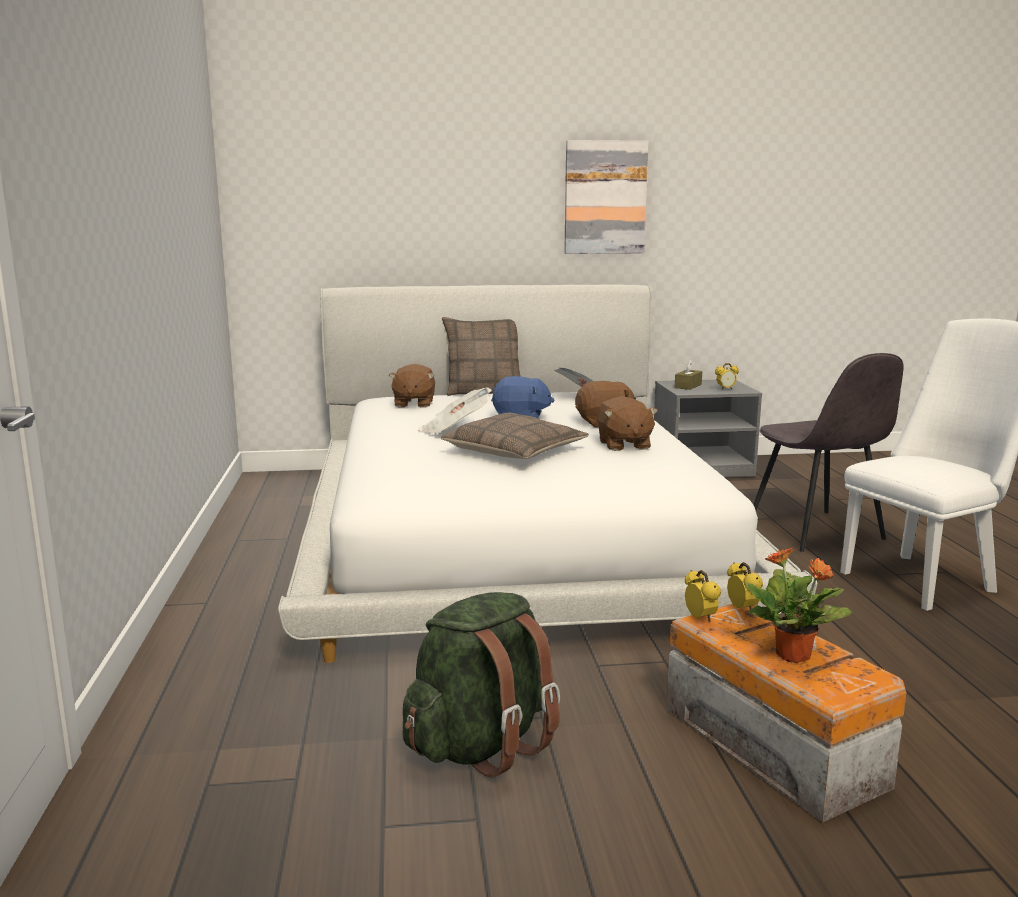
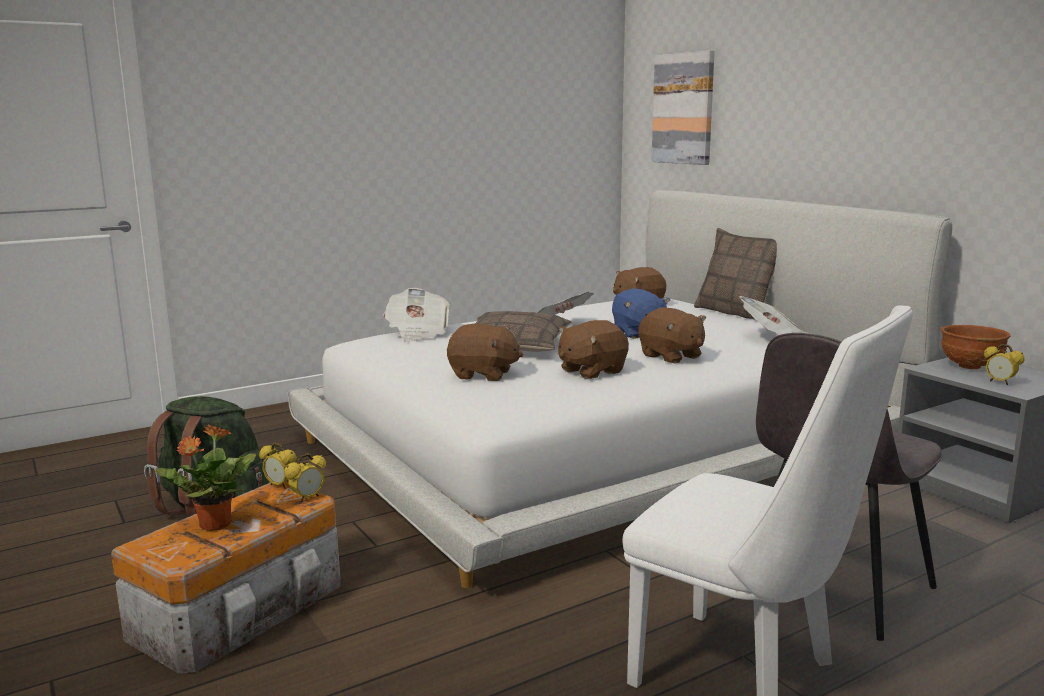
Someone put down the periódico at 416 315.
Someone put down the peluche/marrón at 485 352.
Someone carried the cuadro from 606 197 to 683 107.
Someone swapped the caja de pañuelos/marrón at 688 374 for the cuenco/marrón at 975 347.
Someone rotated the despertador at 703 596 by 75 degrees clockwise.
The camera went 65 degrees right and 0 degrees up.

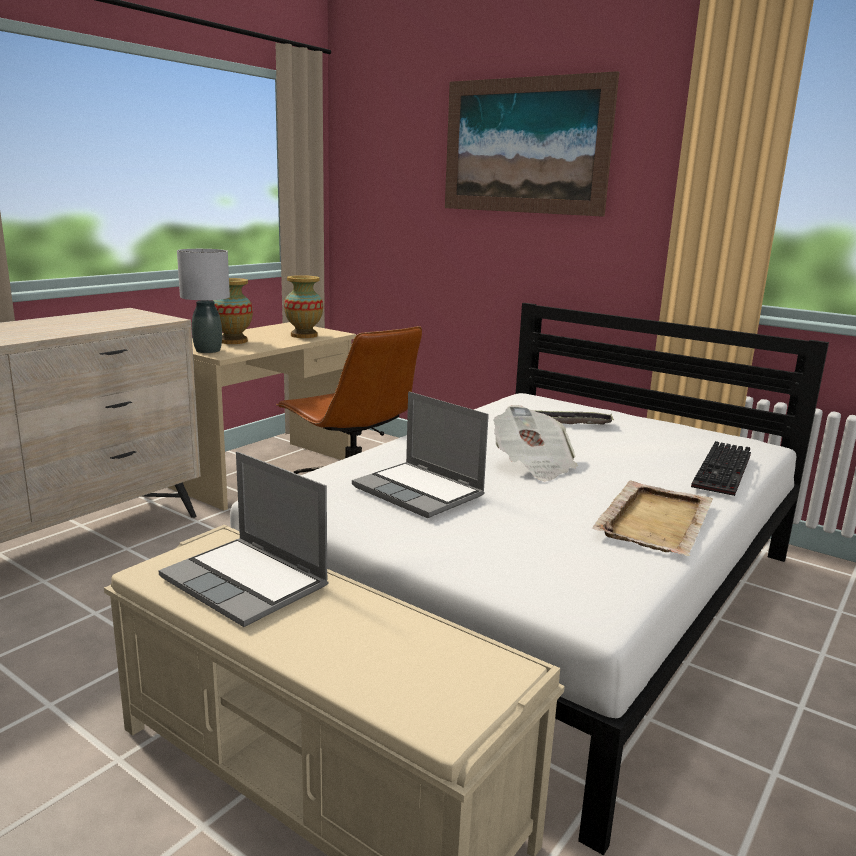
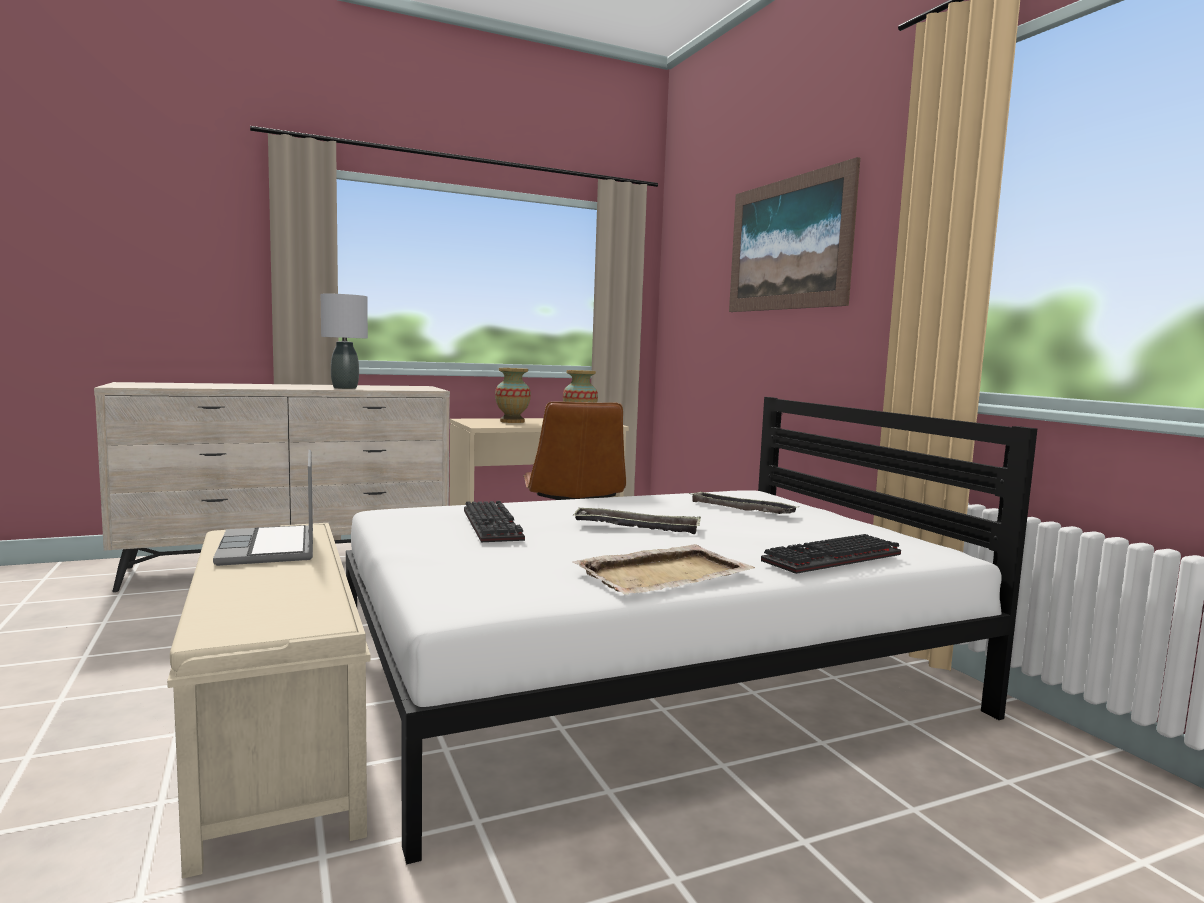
Someone carried the lámpara de mesa/gris from 203 301 to 344 341.
Someone swapped the portátil at 420 454 for the teclado at 494 521.
Someone swapped the periódico at 535 443 for the bandeja at 637 521.
The camera went 30 degrees right and 10 degrees down.

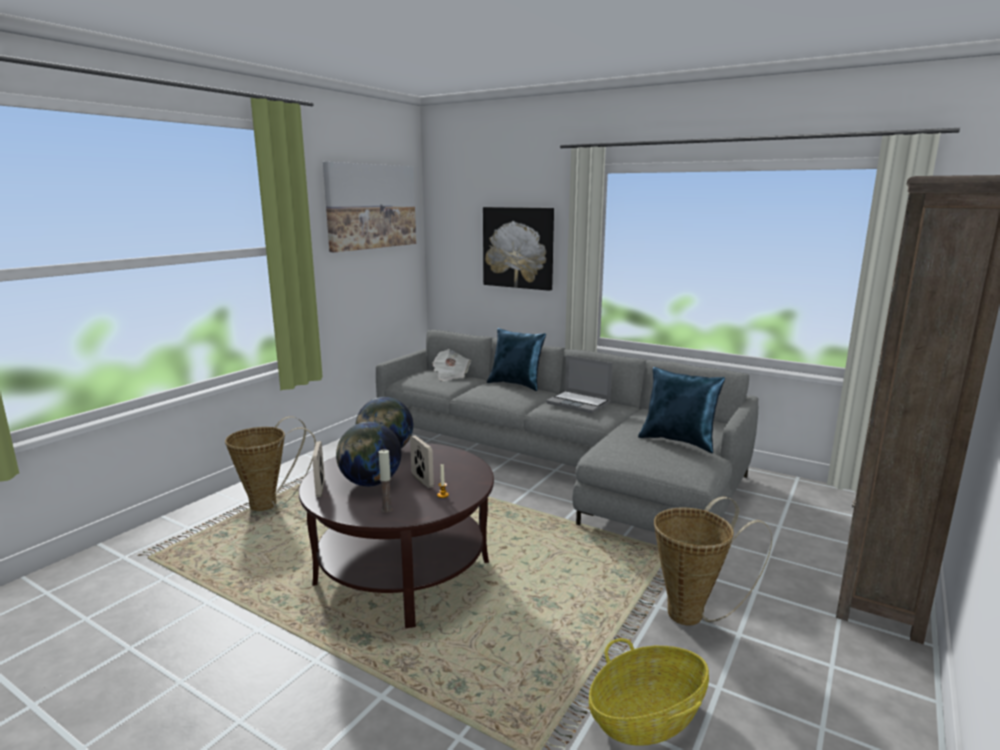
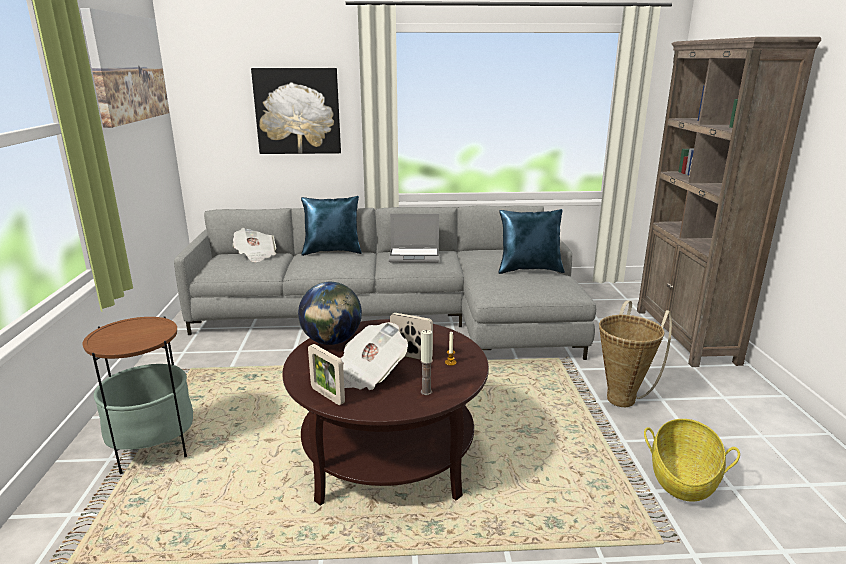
Someone swapped the cesta at 270 463 for the mesa auxiliar at 137 395.
Someone swapped the globo terráqueo at 368 454 for the periódico at 374 356.
The camera went 35 degrees left and 5 degrees up.

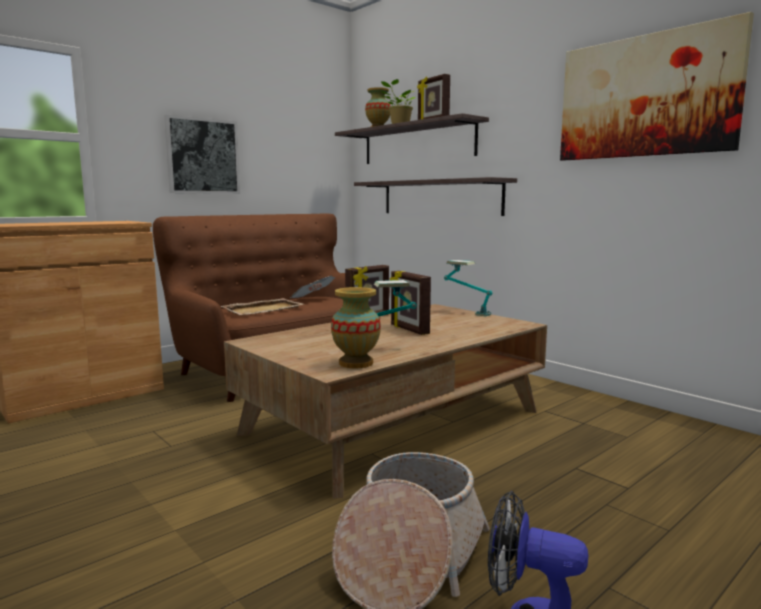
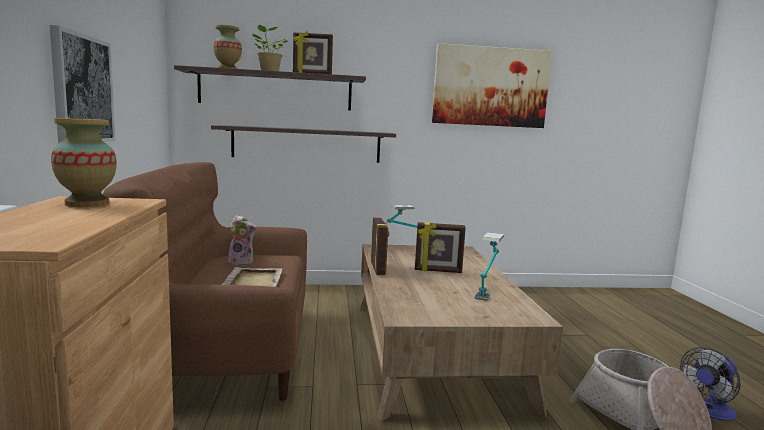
Someone carried the florero from 356 327 to 83 162.
Someone swapped the periódico at 312 287 for the peluche at 242 240.
The camera went 55 degrees left and 0 degrees up.

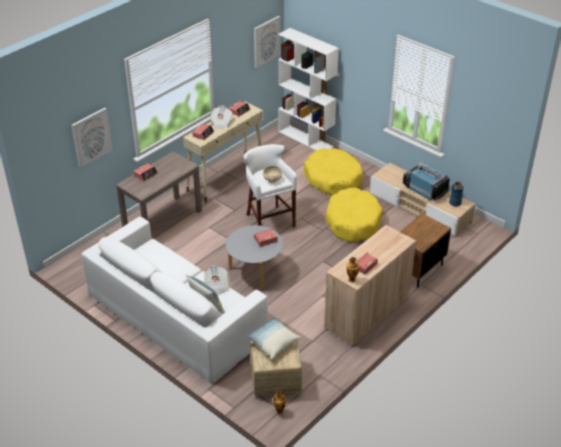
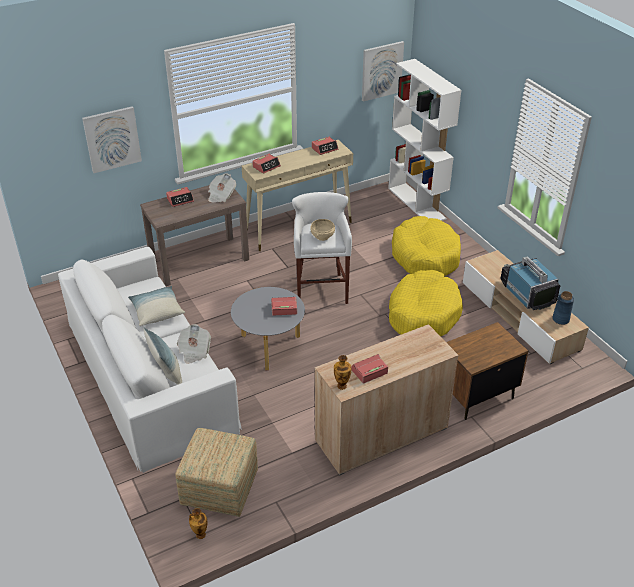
Someone carried the periódico from 221 117 to 222 187.
Someone carried the cojín from 273 338 to 156 306.
The camera went 20 degrees right and 0 degrees up.

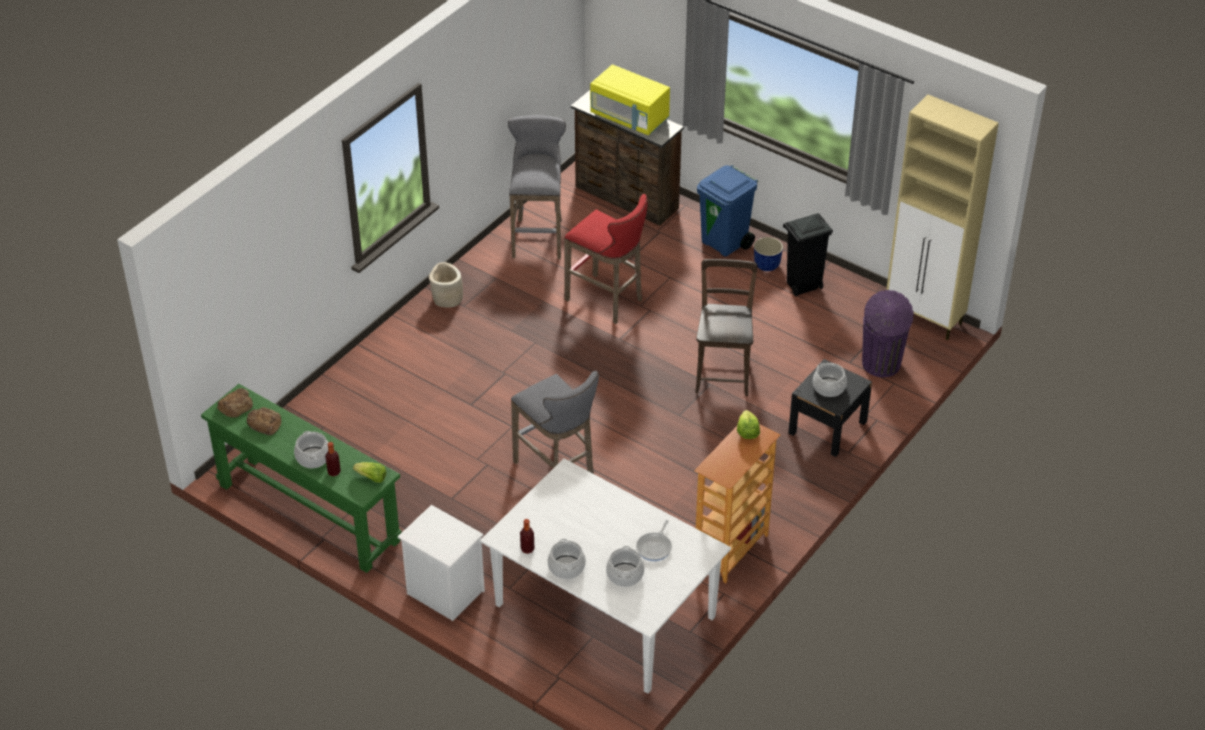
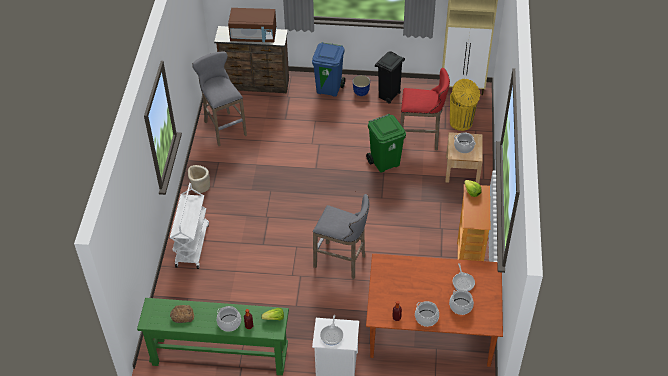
Someone took away the pan at 235 402.
Someone put down the carrito/blanco at 189 226.
Someone put down the sartén at 331 330.
Someone carried the taburete/rojo from 606 259 to 425 109.
Someone swapped the silla/marrón at 726 327 for the papelera/verde at 386 143.
Someone repainted the mesa de comedor/blanco at 605 576, which became the mesa de comedor/marrón at 434 310.
Someone repainted the microondas/amarillo at 630 99, which became the microondas/marrón at 252 25.
Someone repainted the mesita de noche/negro at 830 408, which became the mesita de noche/beis at 464 158.
Someone repainted the papelera/morado at 888 333, which became the papelera/amarillo at 465 105.
The camera went 30 degrees left and 5 degrees up.

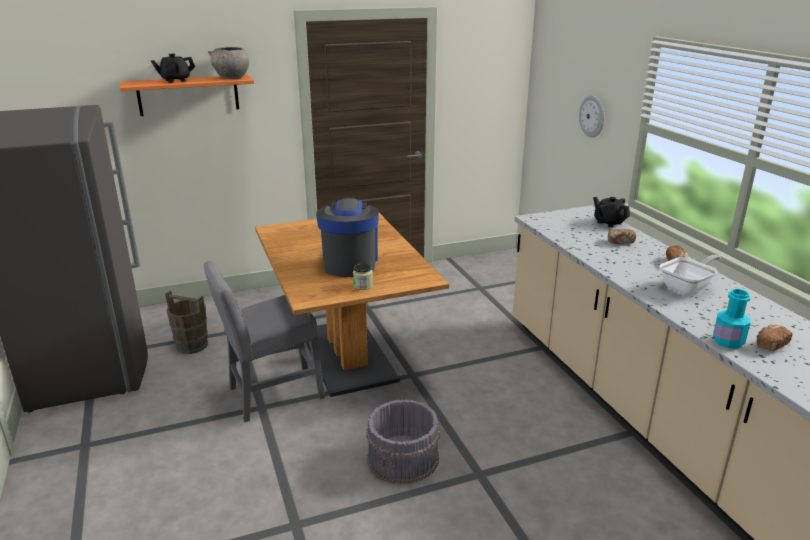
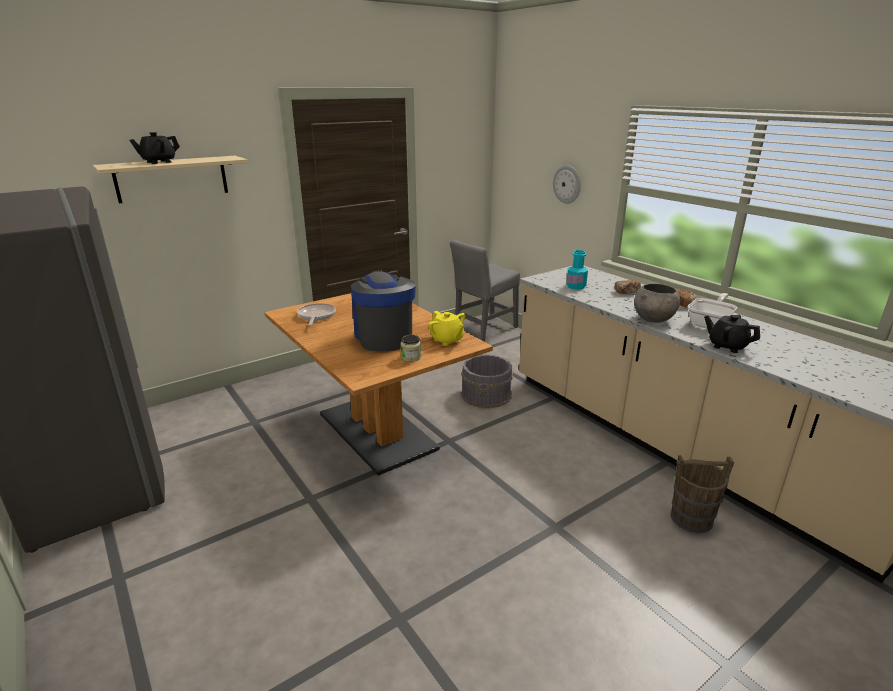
Someone took away the pan at 774 337.
Someone put down the sartén at 316 314.
Someone put down the tetera/amarillo at 447 328.
Someone carried the cubo/marrón from 186 322 to 702 494.
Someone carried the silla/gris from 264 341 to 485 290.
Someone carried the cuenco/gris from 228 63 to 657 303.
Someone carried the cubo/gris from 403 441 to 487 381.
Someone carried the tetera/negro from 611 212 to 732 333.
Someone carried the botella/turquesa from 732 319 to 577 270.
Someone repainted the estante/naranja at 187 95, which became the estante/beis at 170 180.
The camera went 15 degrees left and 0 degrees up.

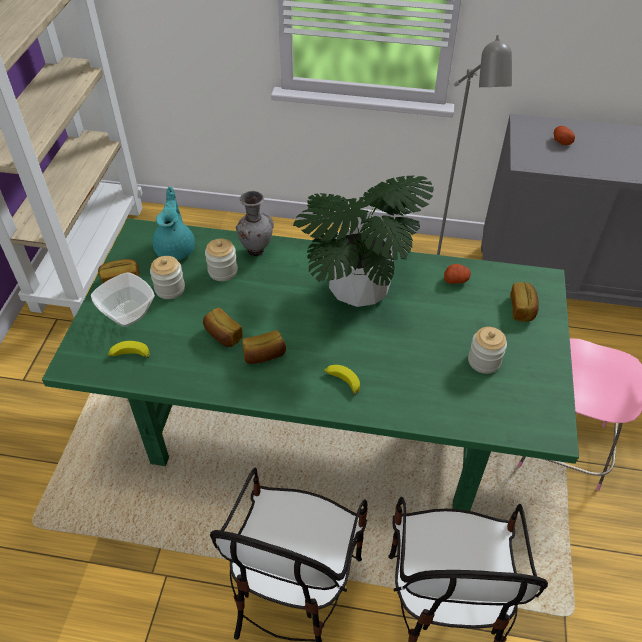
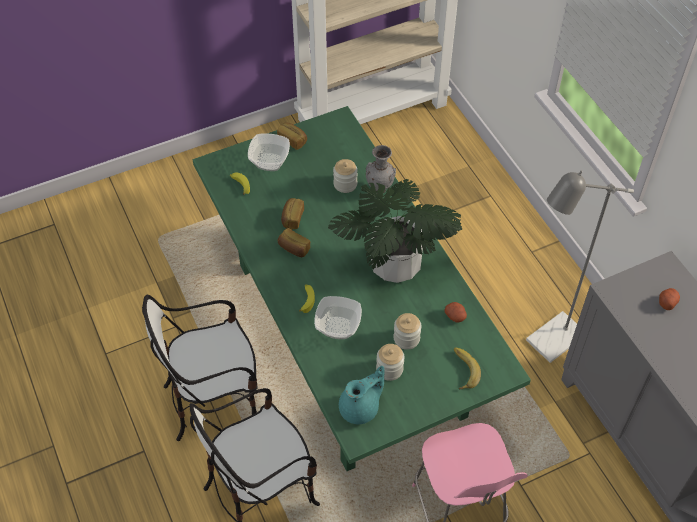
Someone put down the cuenco at 338 317.
Someone carried the tarro from 167 277 to 408 331.
Someone carried the tetera/turquesa from 173 223 to 362 395.
Someone swapped the pan at 524 302 for the plátano at 467 368.
The camera went 55 degrees right and 5 degrees up.

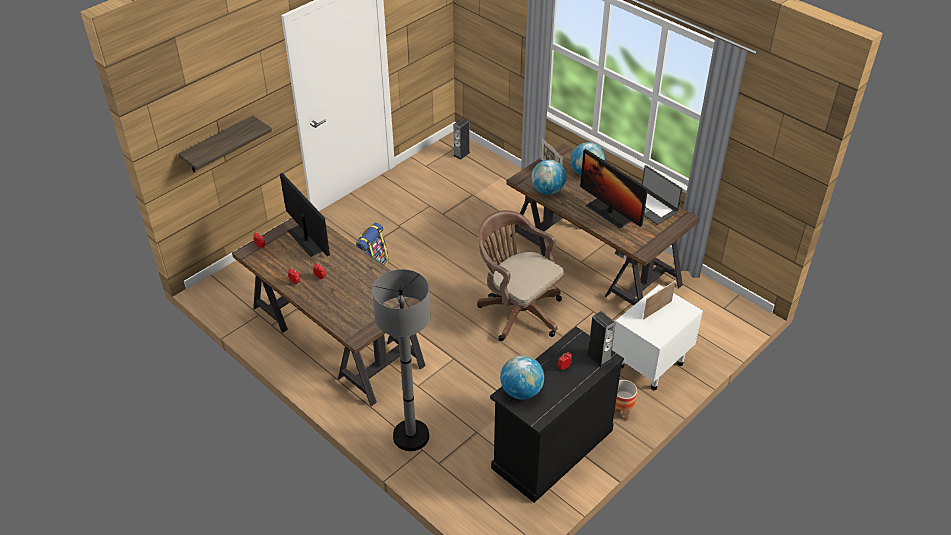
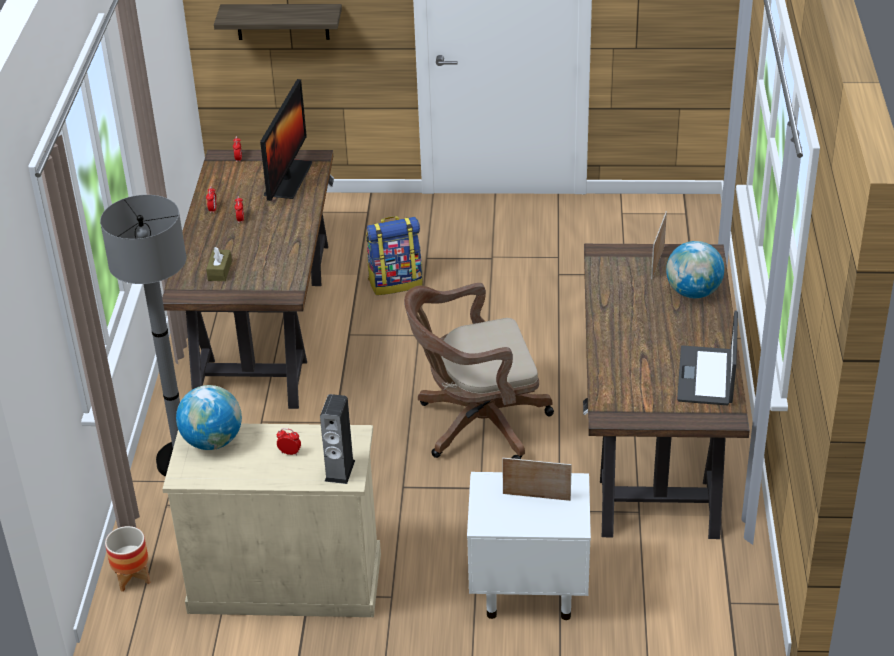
Someone took away the altavoz at 461 139.
Someone took away the globo terráqueo at 548 177.
Someone took away the monitor at 614 189.
Someone put down the caja de pañuelos/marrón at 219 264.
Someone carried the maceta from 625 400 to 127 559.
Someone repainted the armario/negro at 557 415, which became the armario/beis at 271 520.
Someone rotated the silla de oficina/marrón at 521 275 by 105 degrees counterclockwise.
The camera went 50 degrees right and 5 degrees down.

